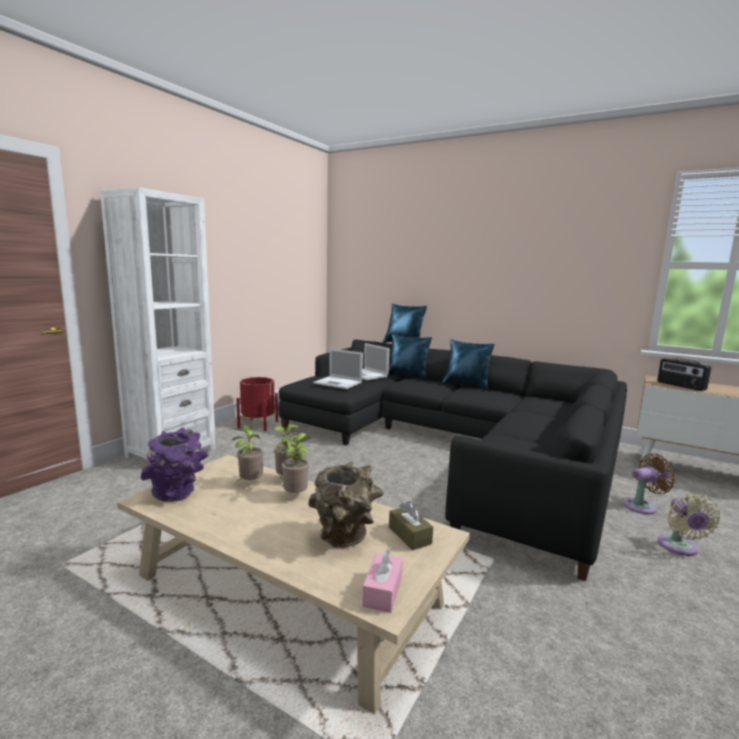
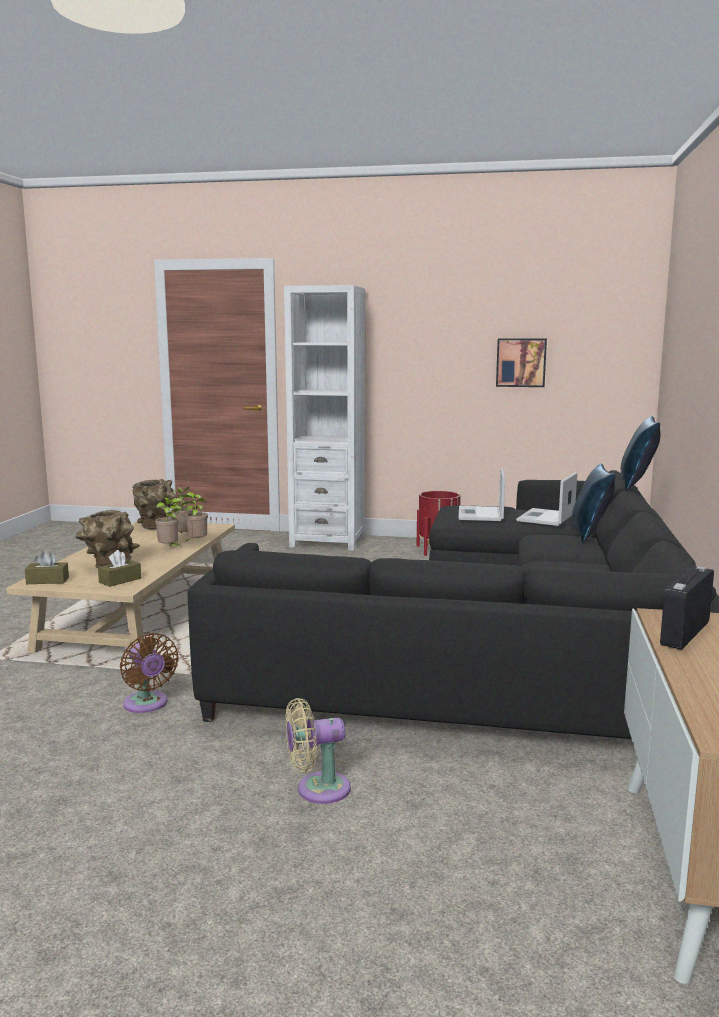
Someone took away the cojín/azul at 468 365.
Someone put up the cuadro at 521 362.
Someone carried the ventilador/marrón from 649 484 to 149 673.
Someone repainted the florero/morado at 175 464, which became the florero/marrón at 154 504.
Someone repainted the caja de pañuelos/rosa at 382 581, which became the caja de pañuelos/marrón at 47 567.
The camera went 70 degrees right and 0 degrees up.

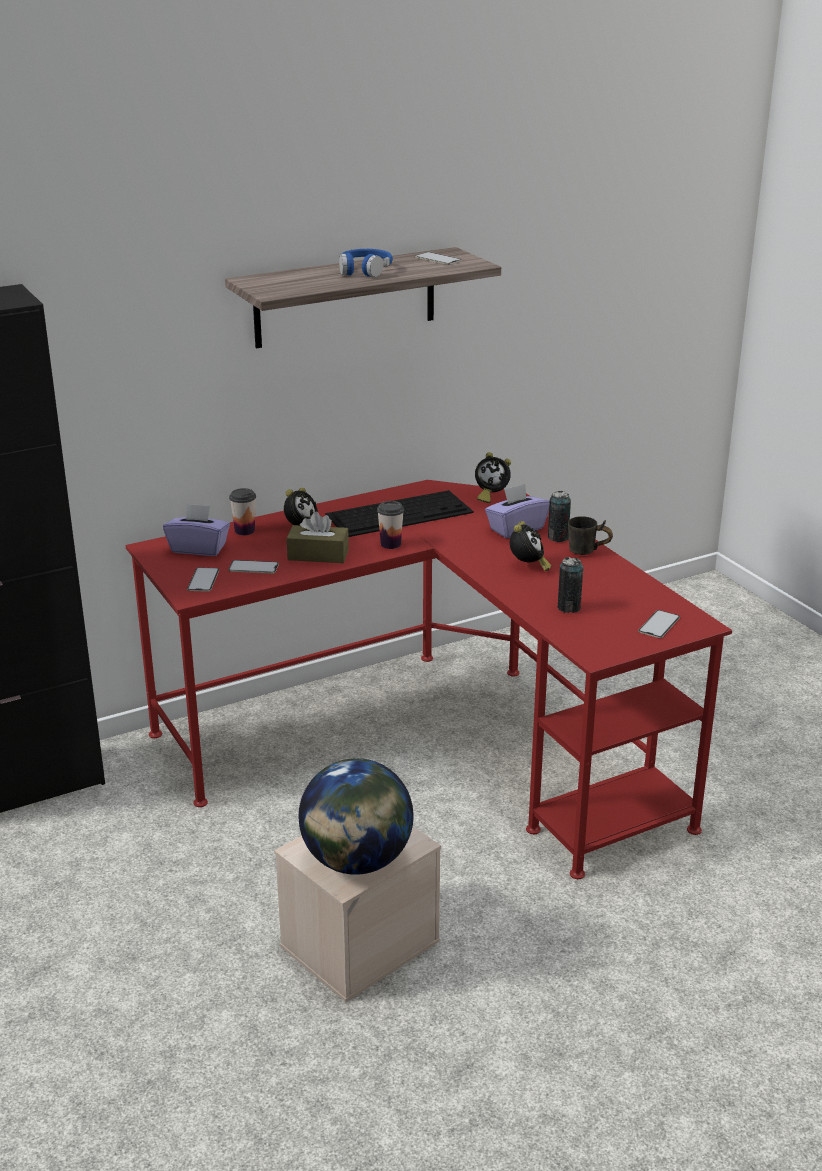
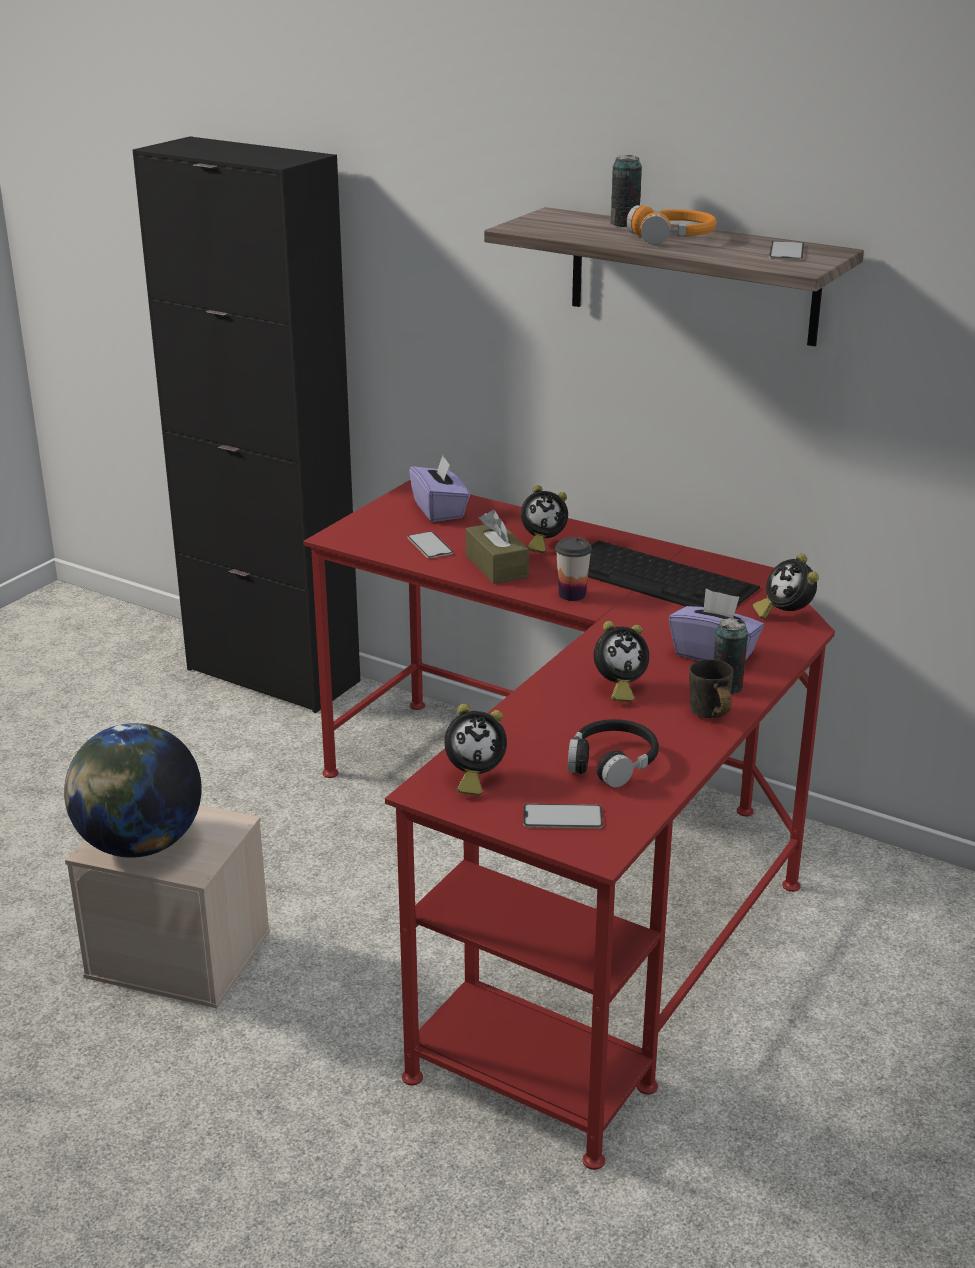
Someone took away the móvil at 203 580.
Someone took away the taza at 242 512.
Someone put down the despertador at 475 749.
Someone put down the auriculares/negro at 613 753.
Someone carried the lata from 570 585 to 626 191.
Someone repainted the auriculares/azul at 366 263, which became the auriculares/naranja at 671 225.
The camera went 60 degrees right and 0 degrees up.

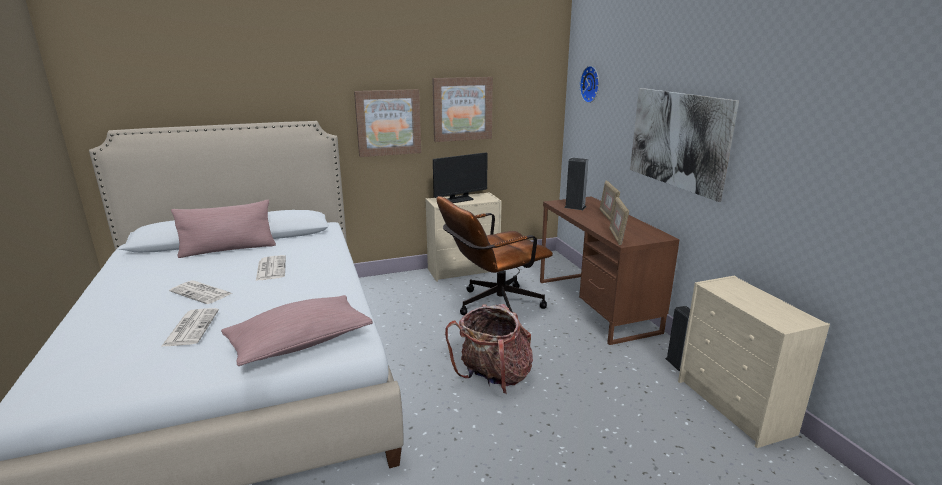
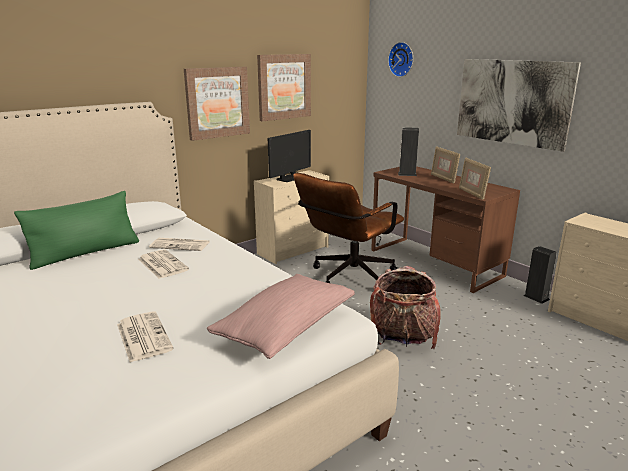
Someone carried the periódico from 200 292 to 179 244.
Someone repainted the cojín/rosa at 223 229, which became the cojín/verde at 76 230.
The camera went 20 degrees left and 0 degrees up.

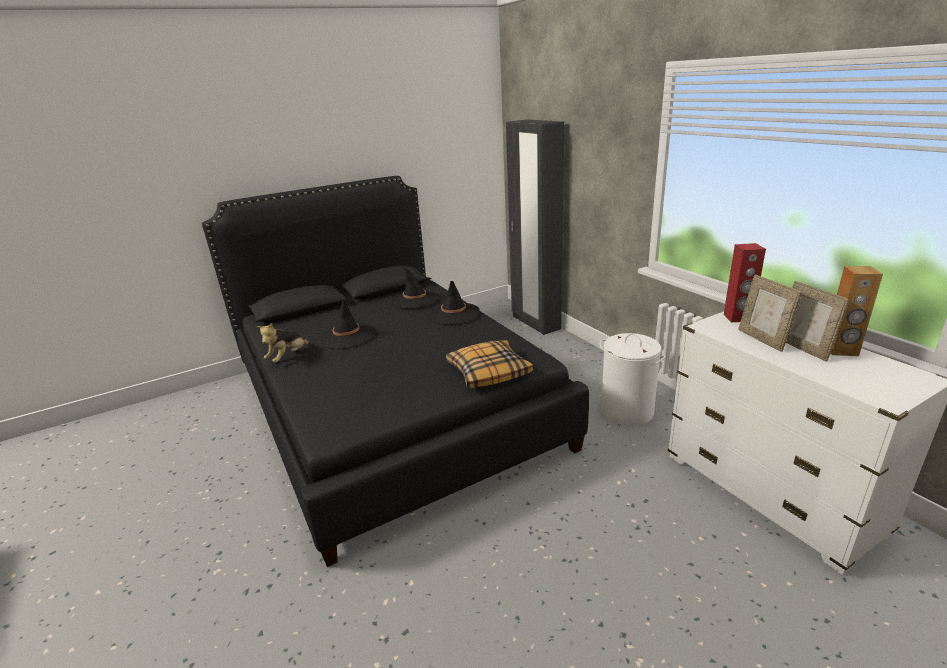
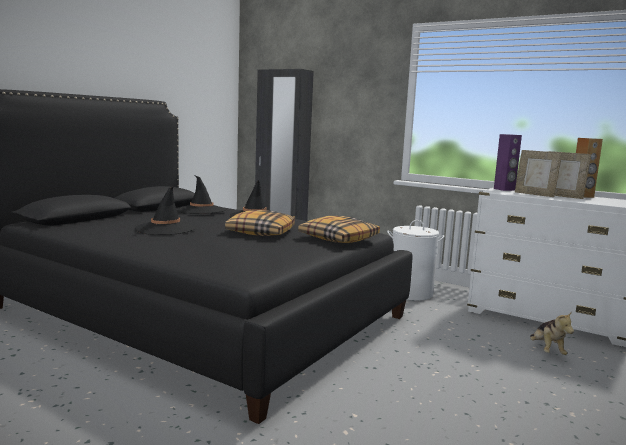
Someone put down the cojín at 260 223.
Someone carried the peluche from 283 343 to 552 333.
Someone repainted the altavoz/rojo at 745 282, which became the altavoz/morado at 508 162.
The camera went 30 degrees left and 15 degrees down.

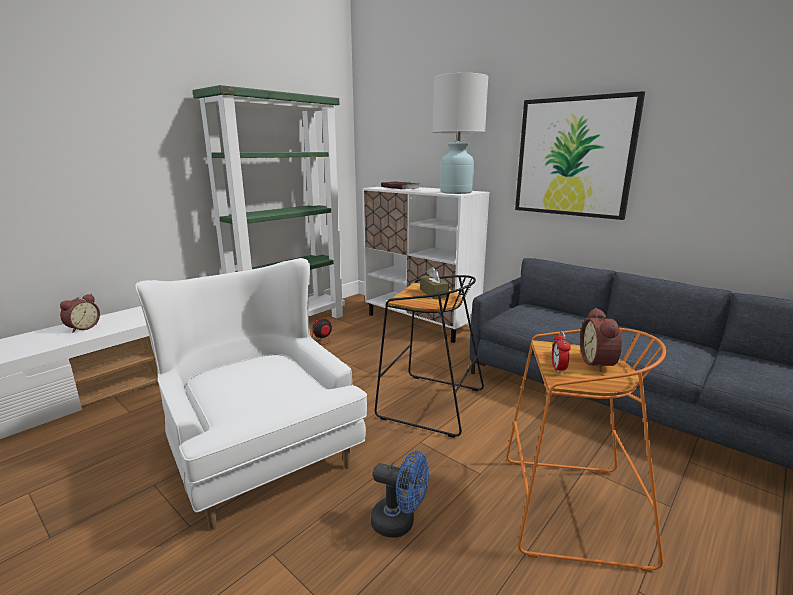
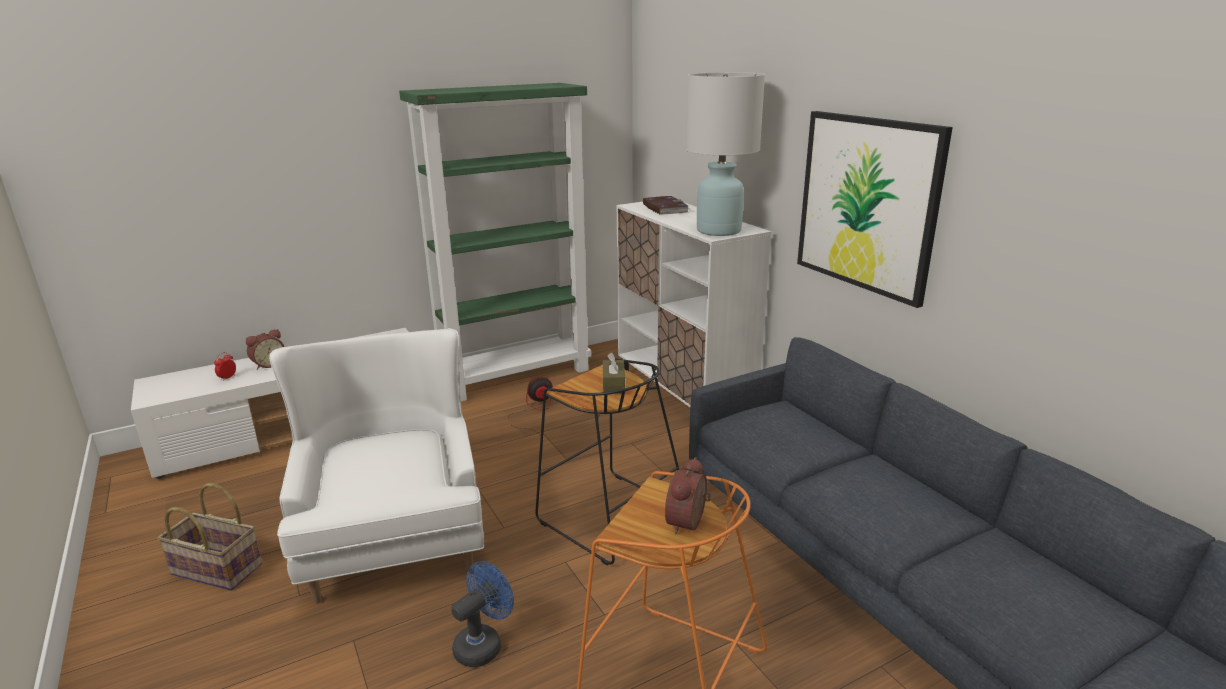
Someone put down the cesta at 209 537.
Someone carried the despertador from 561 352 to 225 366.
Someone rotated the ventilador/azul at 400 494 by 90 degrees counterclockwise.
The camera went 20 degrees right and 5 degrees up.

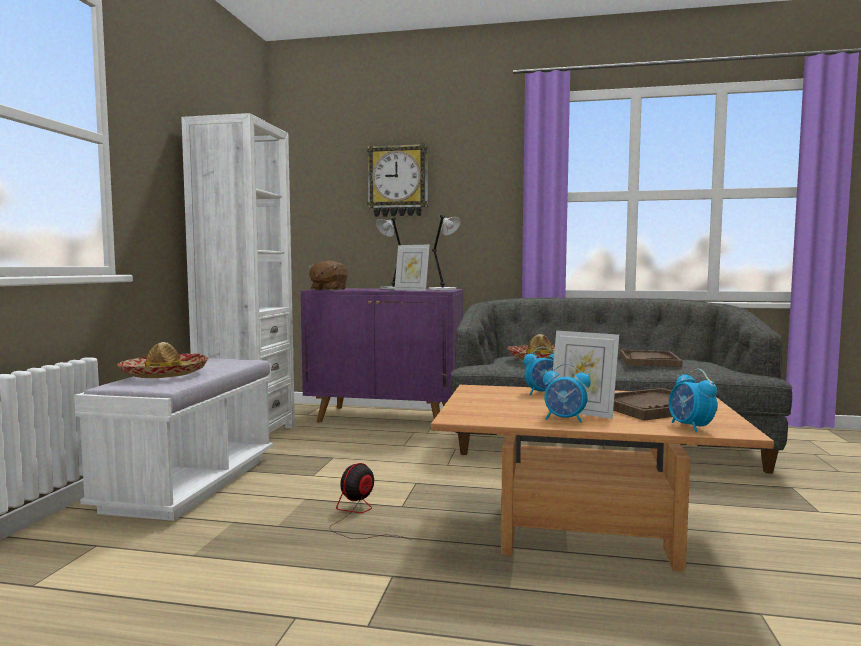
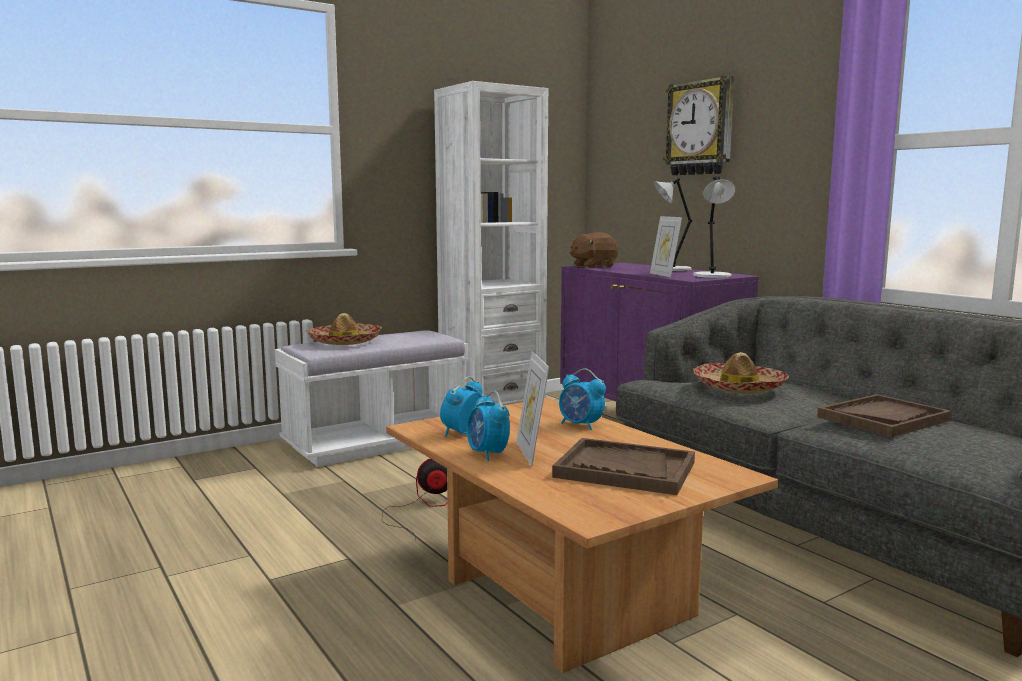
Someone carried the despertador from 693 400 to 461 406.
The camera went 45 degrees right and 5 degrees up.

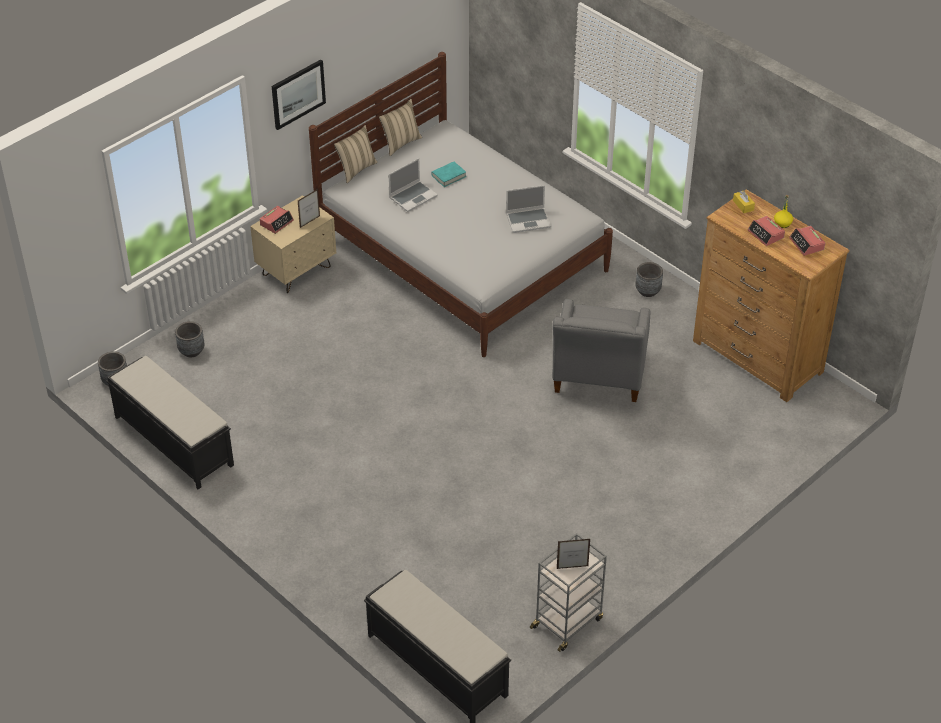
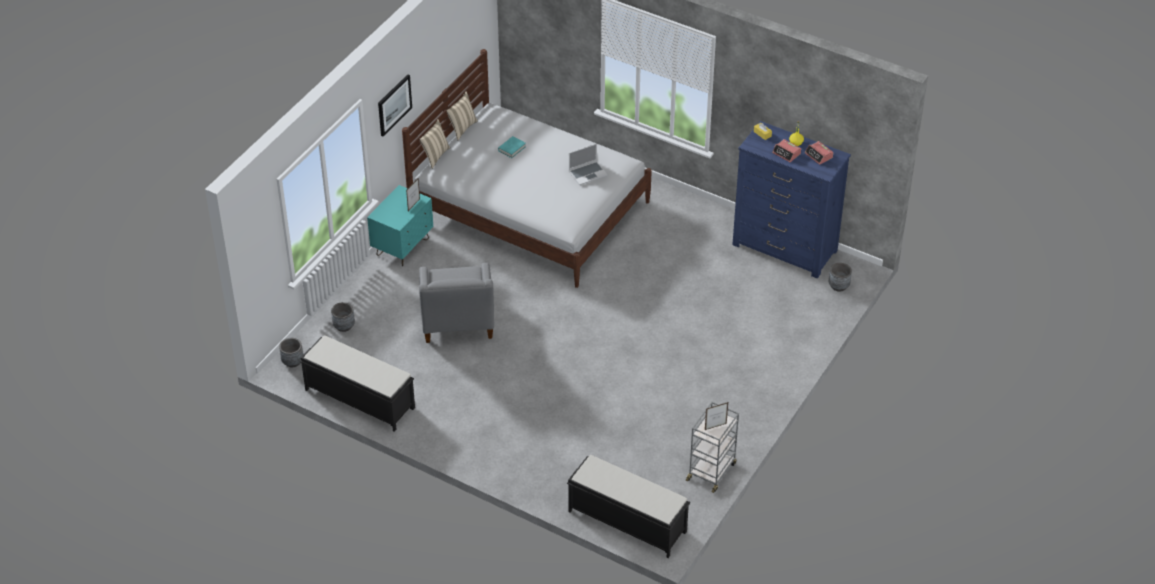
Someone took away the despertador at 277 220.
Someone took away the portátil at 413 185.
Someone carried the sillón/gris from 601 350 to 456 303.
Someone carried the maceta/gris from 649 279 to 840 277.
Someone repainted the mesita de noche/beis at 293 244, which became the mesita de noche/turquesa at 400 225.
Someone repainted the cómoda/marrón at 771 295, which became the cómoda/azul at 791 200.
The camera went 15 degrees left and 0 degrees up.

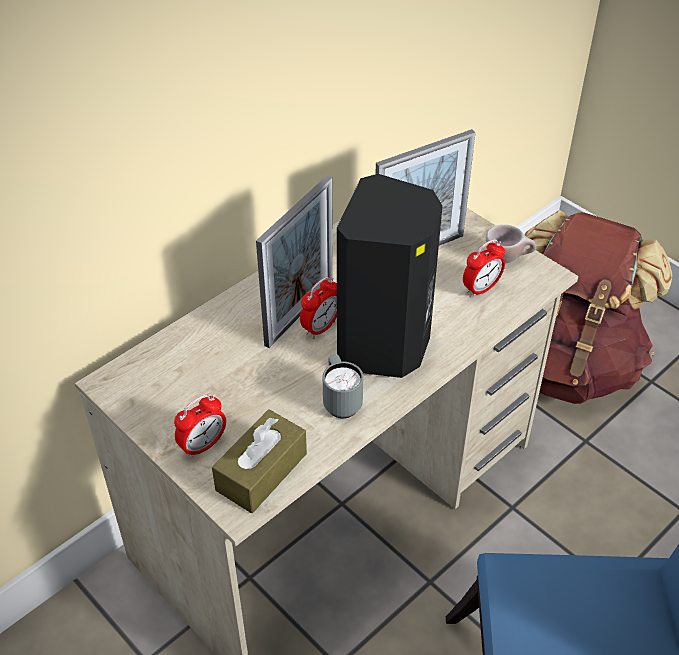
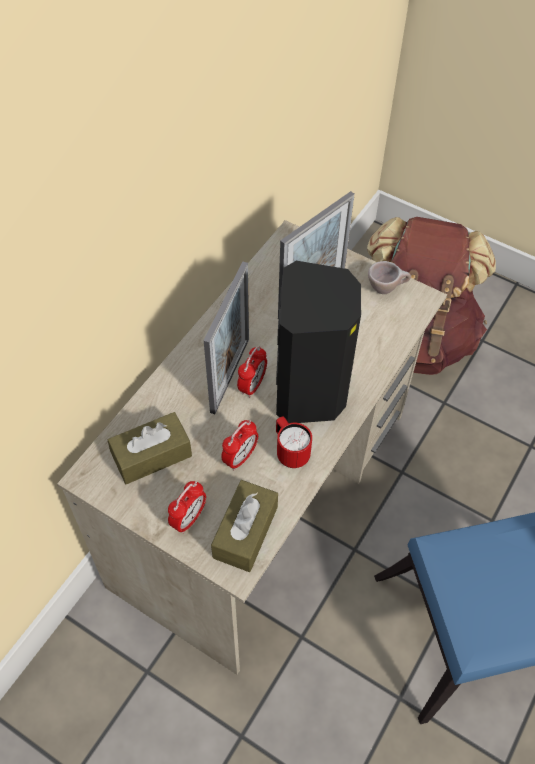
Someone put down the caja de pañuelos/marrón at 150 448.
Someone carried the despertador from 484 268 to 239 445.
Someone repainted the taza grande/gris at 343 386, which became the taza grande/rojo at 294 442.
The camera went 15 degrees left and 10 degrees up.

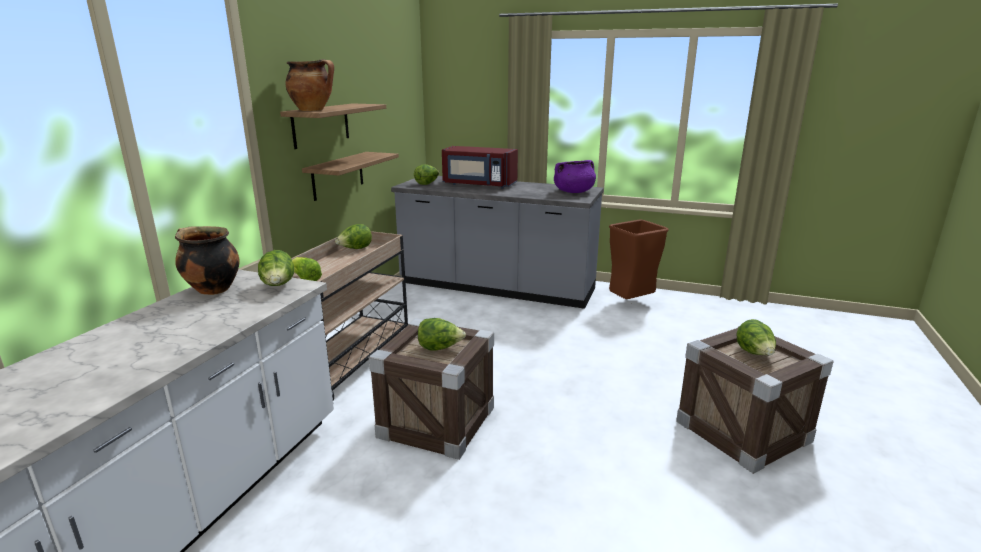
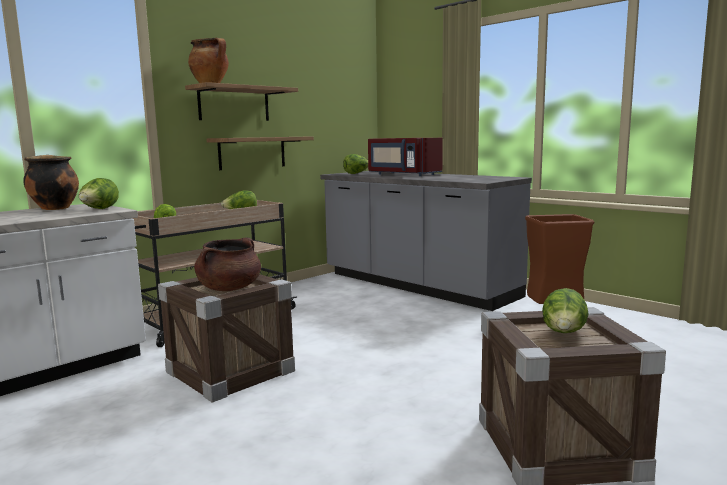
Someone took away the olla/morado at 575 176.
Someone swapped the lechuga at 442 334 for the olla/marrón at 227 264.
The camera went 25 degrees right and 10 degrees down.

